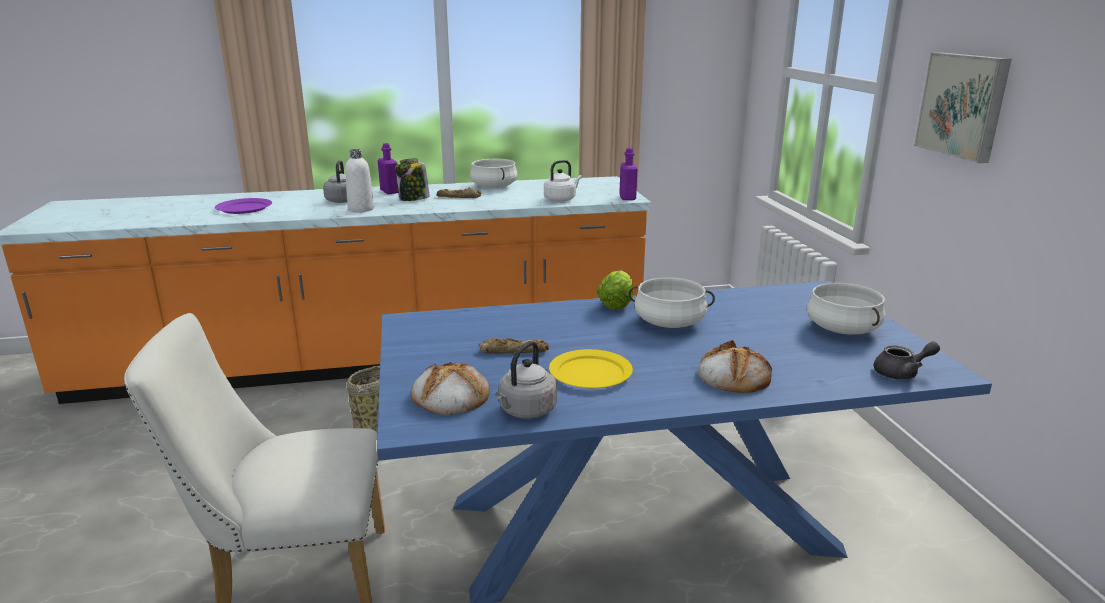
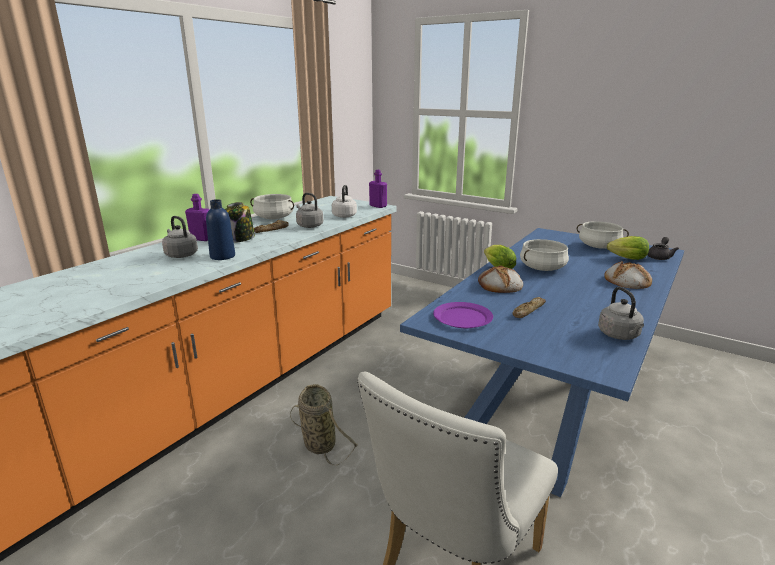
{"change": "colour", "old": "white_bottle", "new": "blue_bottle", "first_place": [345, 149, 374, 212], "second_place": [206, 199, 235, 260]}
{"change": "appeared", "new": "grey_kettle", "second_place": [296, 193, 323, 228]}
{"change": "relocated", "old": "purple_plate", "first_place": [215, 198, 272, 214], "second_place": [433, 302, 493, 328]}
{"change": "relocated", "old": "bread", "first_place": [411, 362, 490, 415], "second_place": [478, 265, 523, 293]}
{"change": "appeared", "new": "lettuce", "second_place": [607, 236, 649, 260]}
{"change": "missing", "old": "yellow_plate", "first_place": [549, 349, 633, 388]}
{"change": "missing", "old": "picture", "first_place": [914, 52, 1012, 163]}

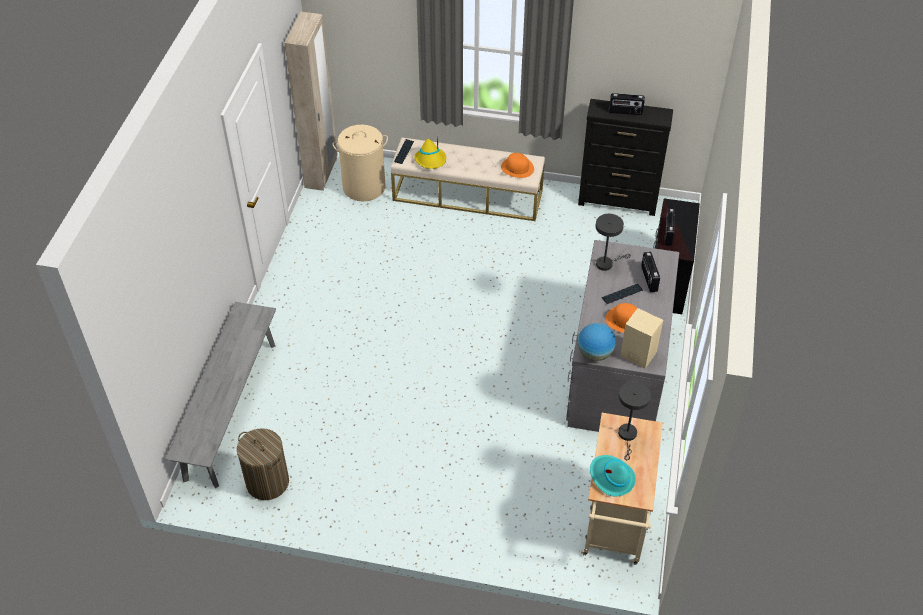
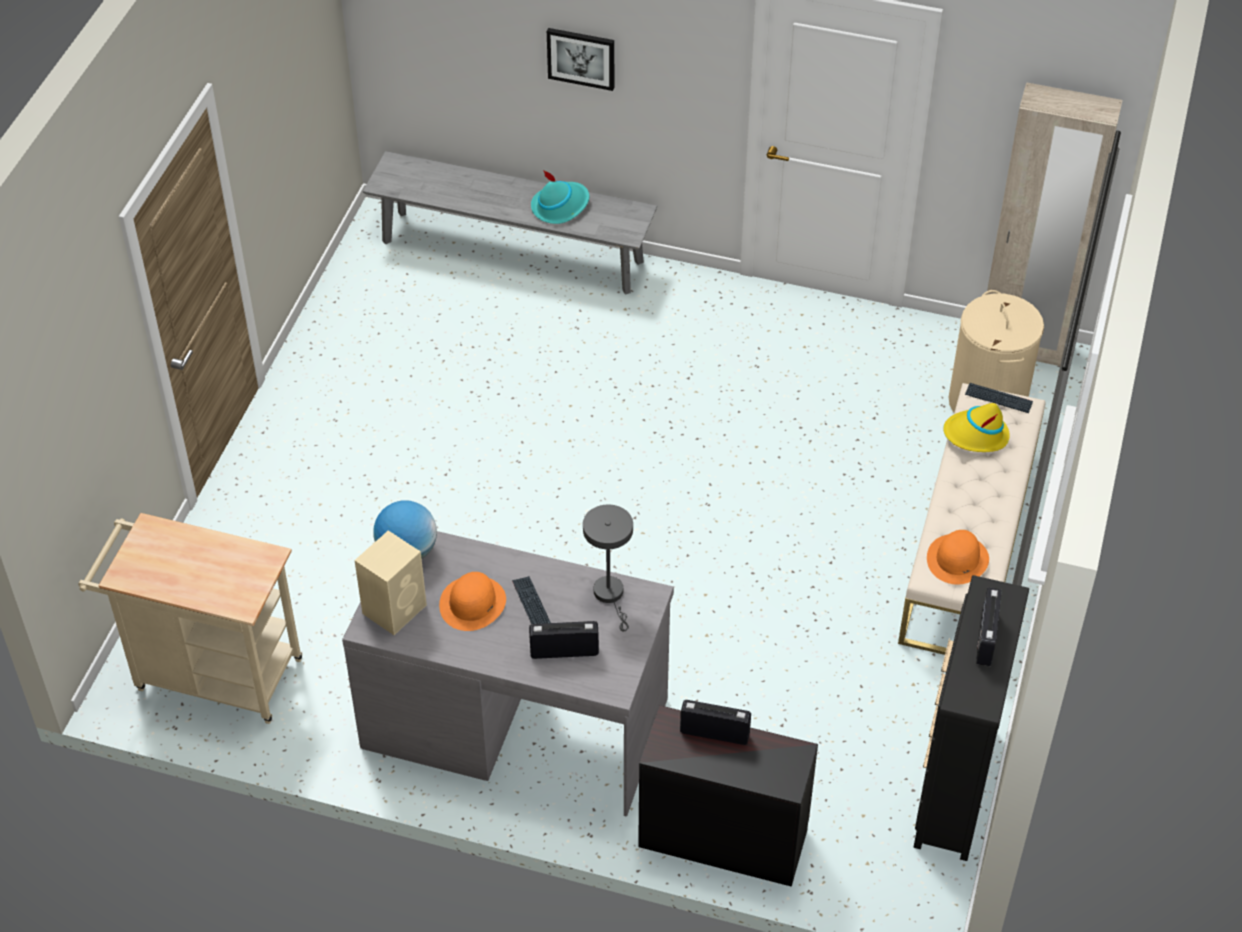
{"change": "relocated", "old": "turquoise_hat", "first_place": [590, 455, 636, 497], "second_place": [531, 170, 589, 224]}
{"change": "appeared", "new": "picture", "second_place": [547, 28, 614, 91]}
{"change": "missing", "old": "laundry_basket", "first_place": [237, 428, 289, 500]}
{"change": "missing", "old": "grey_table_lamp", "first_place": [618, 381, 651, 460]}

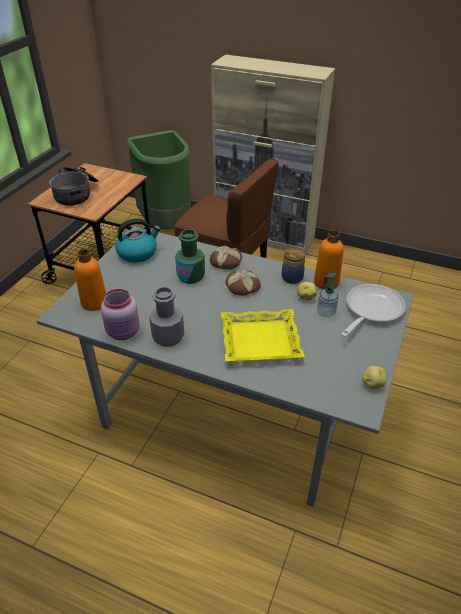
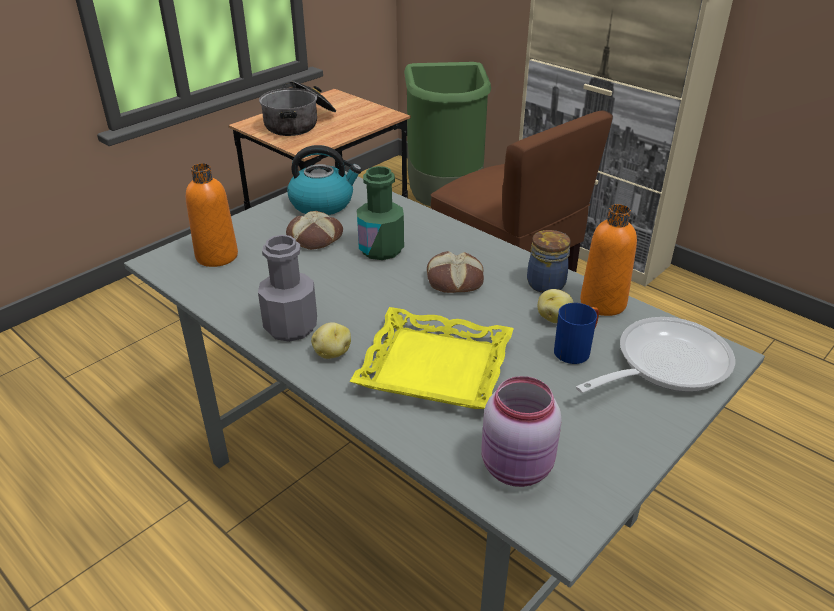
{"change": "relocated", "old": "bread", "first_place": [210, 246, 242, 270], "second_place": [286, 211, 343, 250]}
{"change": "relocated", "old": "potato", "first_place": [362, 366, 386, 389], "second_place": [311, 322, 351, 359]}
{"change": "relocated", "old": "pink_jar", "first_place": [101, 289, 140, 340], "second_place": [481, 376, 562, 487]}
{"change": "exchanged", "old": "soap_dispenser", "new": "blue_mug", "first_place": [317, 273, 339, 318], "second_place": [554, 303, 599, 364]}

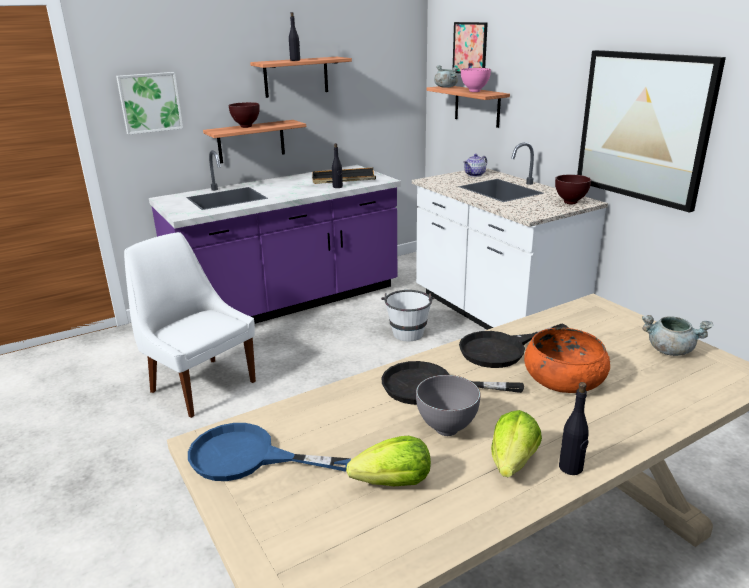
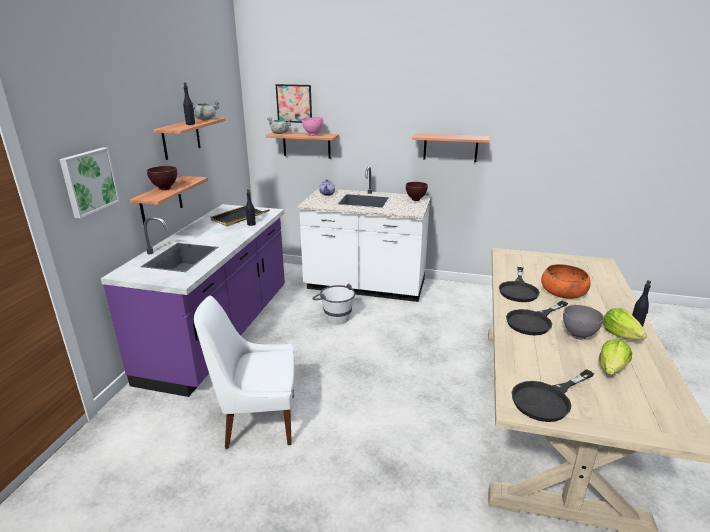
{"change": "relocated", "old": "grey_cooking_pot", "first_place": [642, 315, 714, 356], "second_place": [191, 100, 220, 120]}
{"change": "exchanged", "old": "picture", "new": "shelf", "first_place": [577, 50, 726, 213], "second_place": [412, 133, 489, 162]}
{"change": "colour", "old": "blue_frying_pan", "new": "black_frying_pan", "first_place": [188, 423, 351, 481], "second_place": [512, 369, 594, 422]}

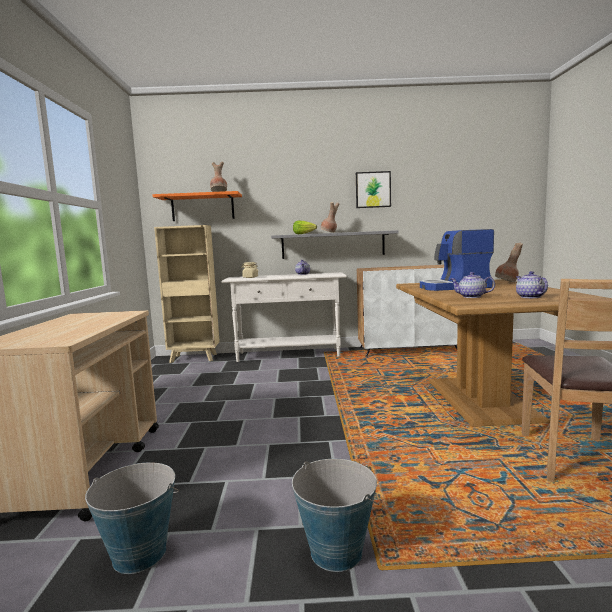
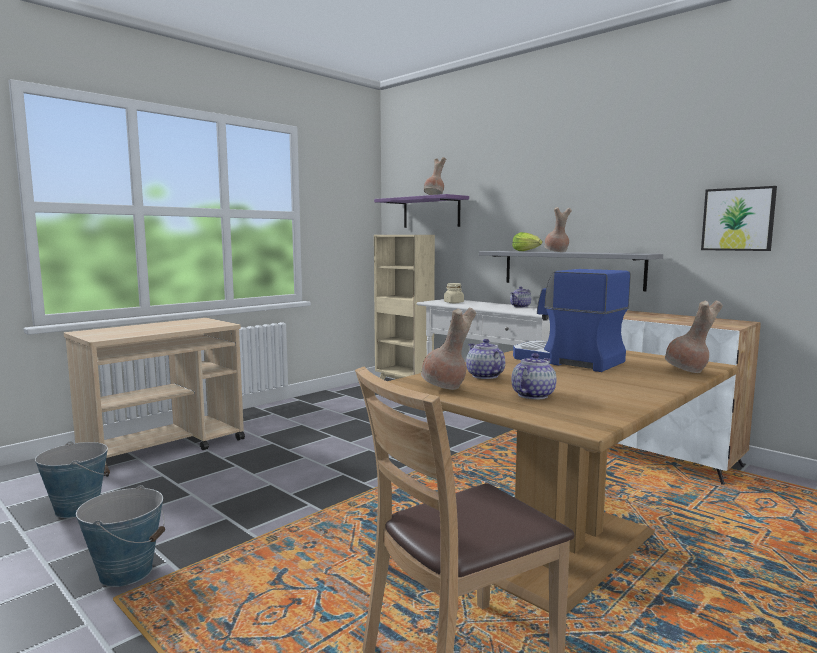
{"change": "colour", "old": "orange_shelf", "new": "purple_shelf", "first_place": [152, 191, 242, 221], "second_place": [374, 194, 469, 228]}
{"change": "appeared", "new": "brown_vase", "second_place": [421, 308, 476, 390]}
{"change": "relocated", "old": "picture", "first_place": [356, 171, 391, 208], "second_place": [701, 186, 777, 251]}

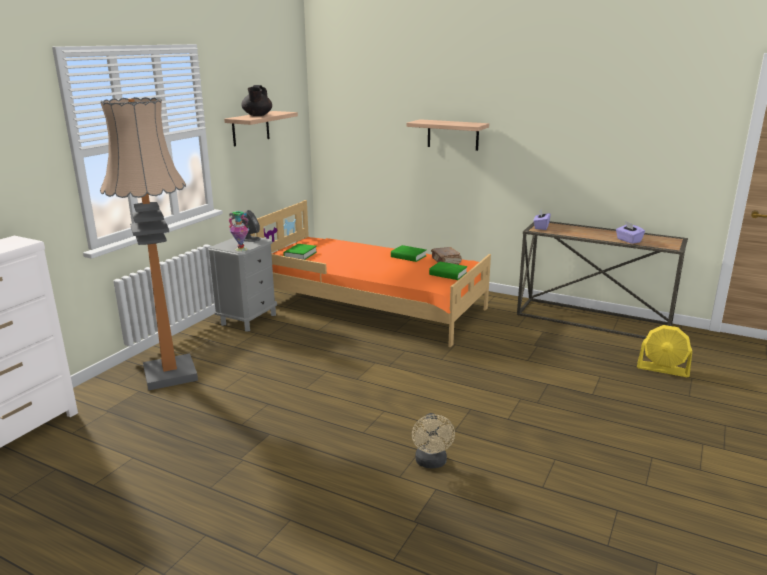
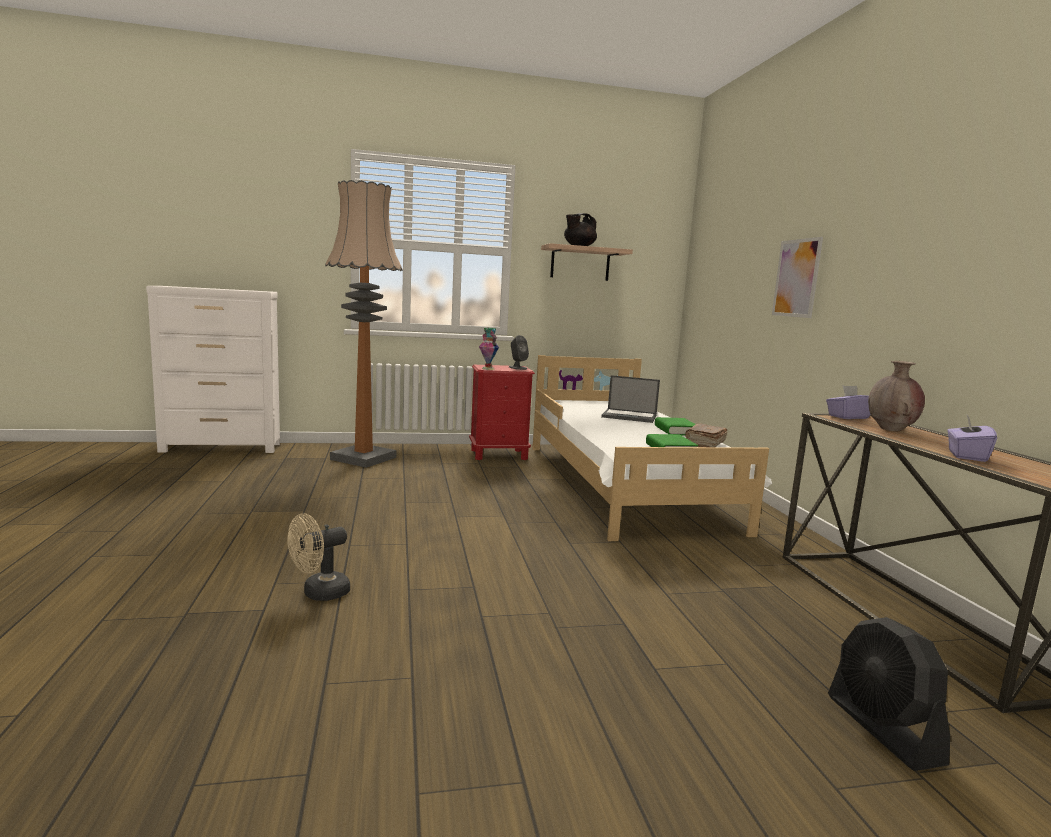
{"change": "colour", "old": "grey_nightstand", "new": "red_nightstand", "first_place": [208, 236, 277, 332], "second_place": [469, 365, 535, 460]}
{"change": "colour", "old": "orange_bed", "new": "white_bed", "first_place": [250, 200, 491, 347], "second_place": [532, 355, 772, 541]}
{"change": "appeared", "new": "laptop", "second_place": [601, 375, 660, 423]}
{"change": "exchanged", "old": "shelf", "new": "picture", "first_place": [406, 119, 489, 151], "second_place": [772, 237, 823, 318]}
{"change": "colour", "old": "yellow_fan", "new": "black_fan", "first_place": [637, 325, 692, 377], "second_place": [828, 617, 950, 771]}
{"change": "appeared", "new": "brown_vase", "second_place": [868, 361, 925, 431]}
{"change": "missing", "old": "green_book", "first_place": [284, 244, 317, 260]}

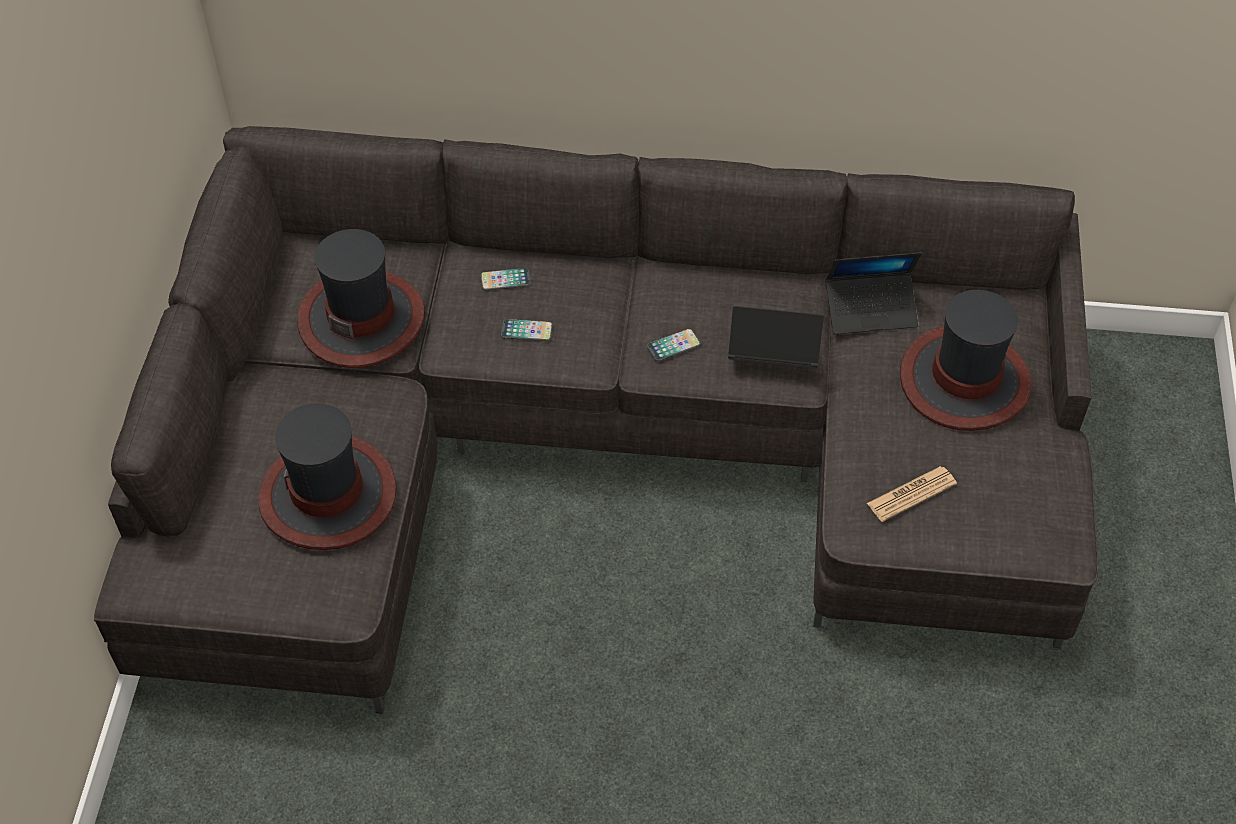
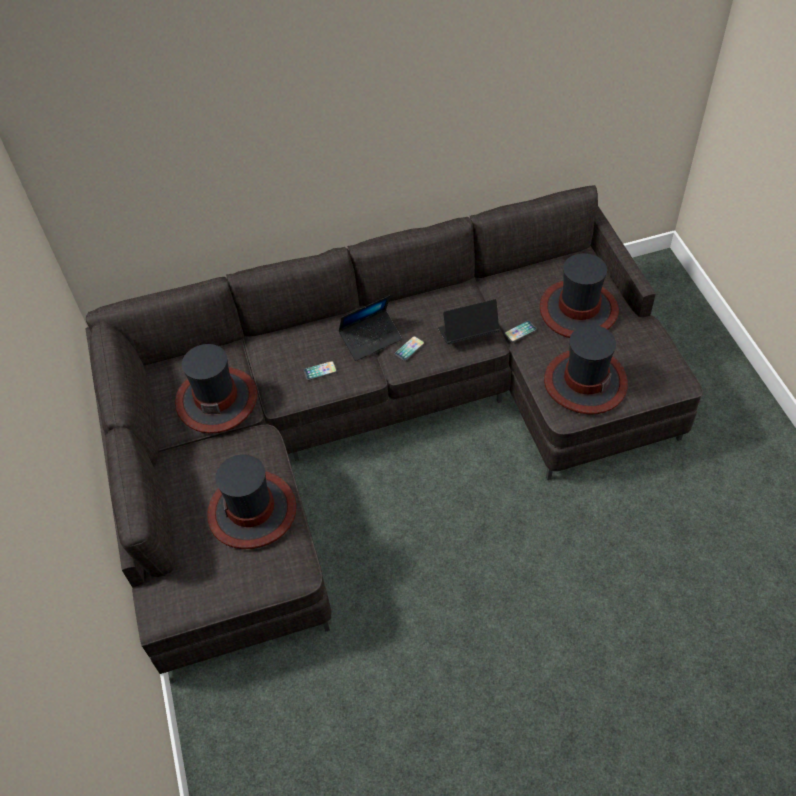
{"change": "relocated", "old": "laptop", "first_place": [826, 252, 922, 334], "second_place": [338, 295, 402, 361]}
{"change": "relocated", "old": "phone", "first_place": [480, 268, 531, 291], "second_place": [504, 321, 537, 342]}
{"change": "exchanged", "old": "newspaper", "new": "hat", "first_place": [867, 466, 957, 522], "second_place": [544, 325, 628, 414]}

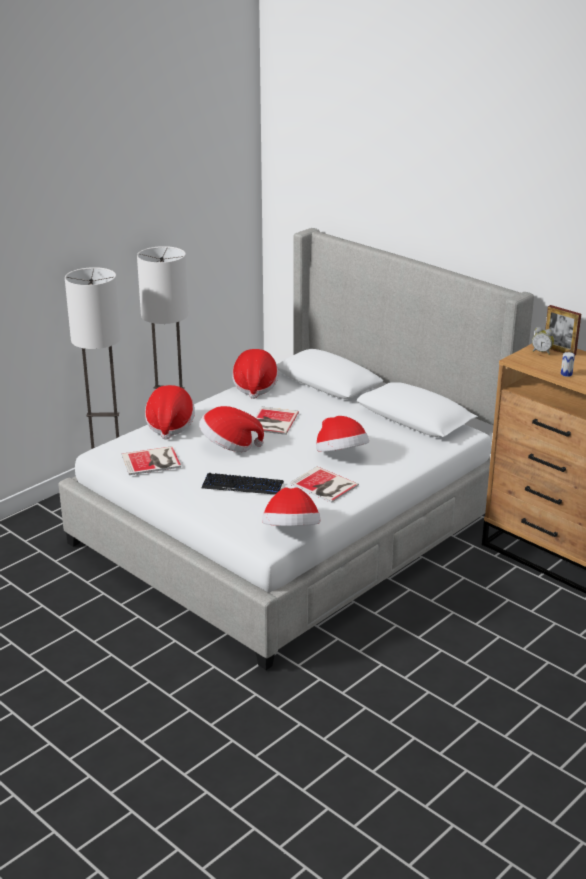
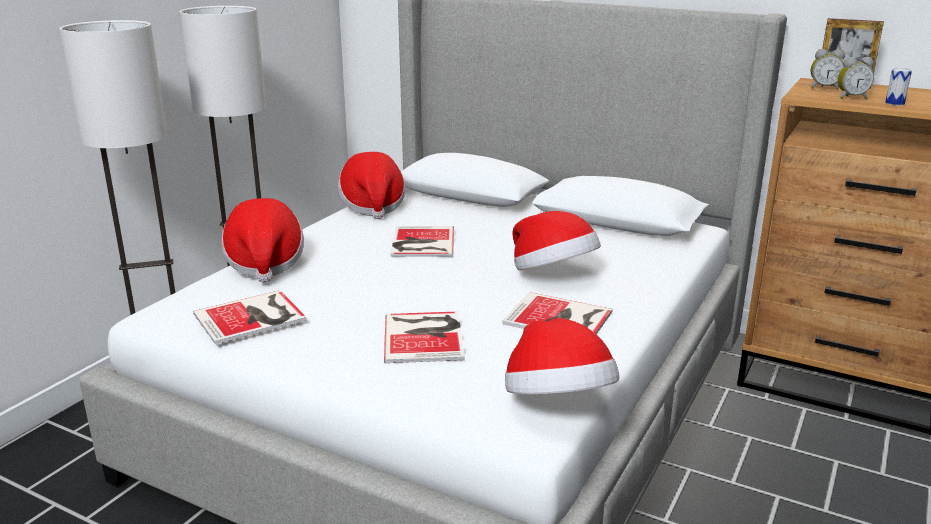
{"change": "exchanged", "old": "keyboard", "new": "book", "first_place": [202, 473, 284, 495], "second_place": [384, 312, 465, 363]}
{"change": "appeared", "new": "alarm_clock", "second_place": [837, 57, 874, 99]}
{"change": "missing", "old": "hat", "first_place": [199, 406, 264, 452]}

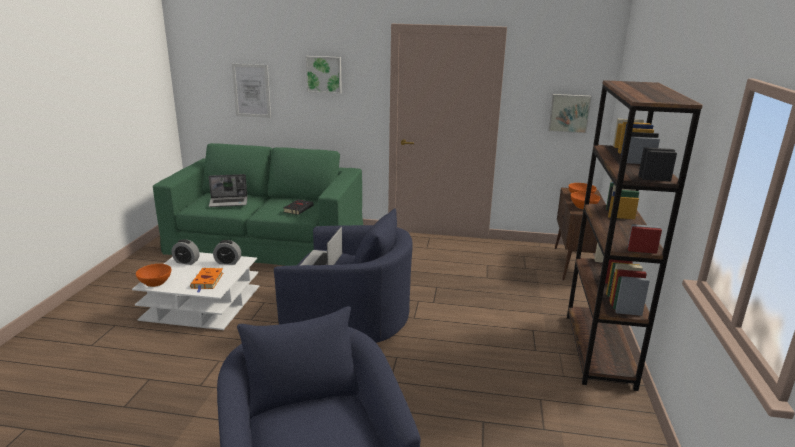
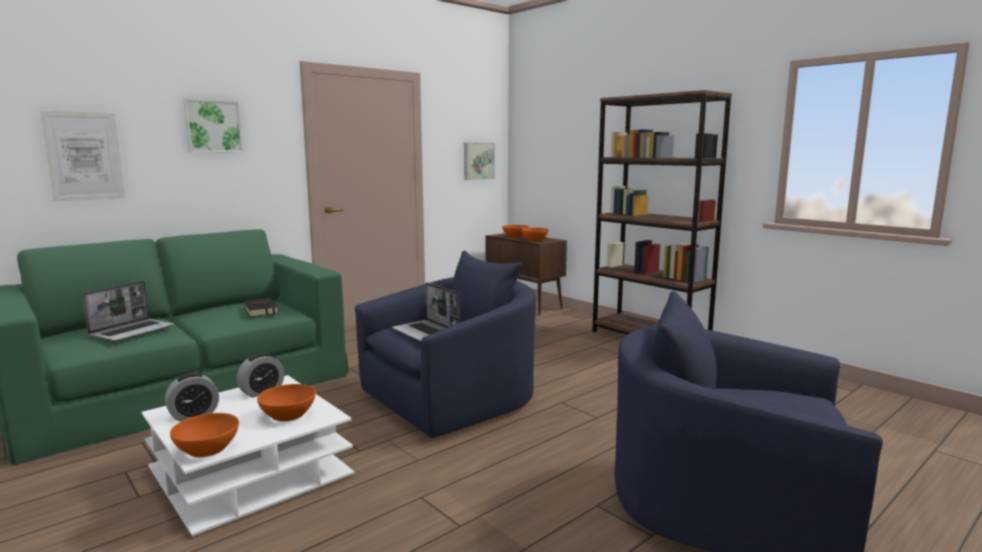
{"change": "exchanged", "old": "orange_book", "new": "orange_bowl", "first_place": [190, 268, 223, 293], "second_place": [257, 384, 316, 421]}

